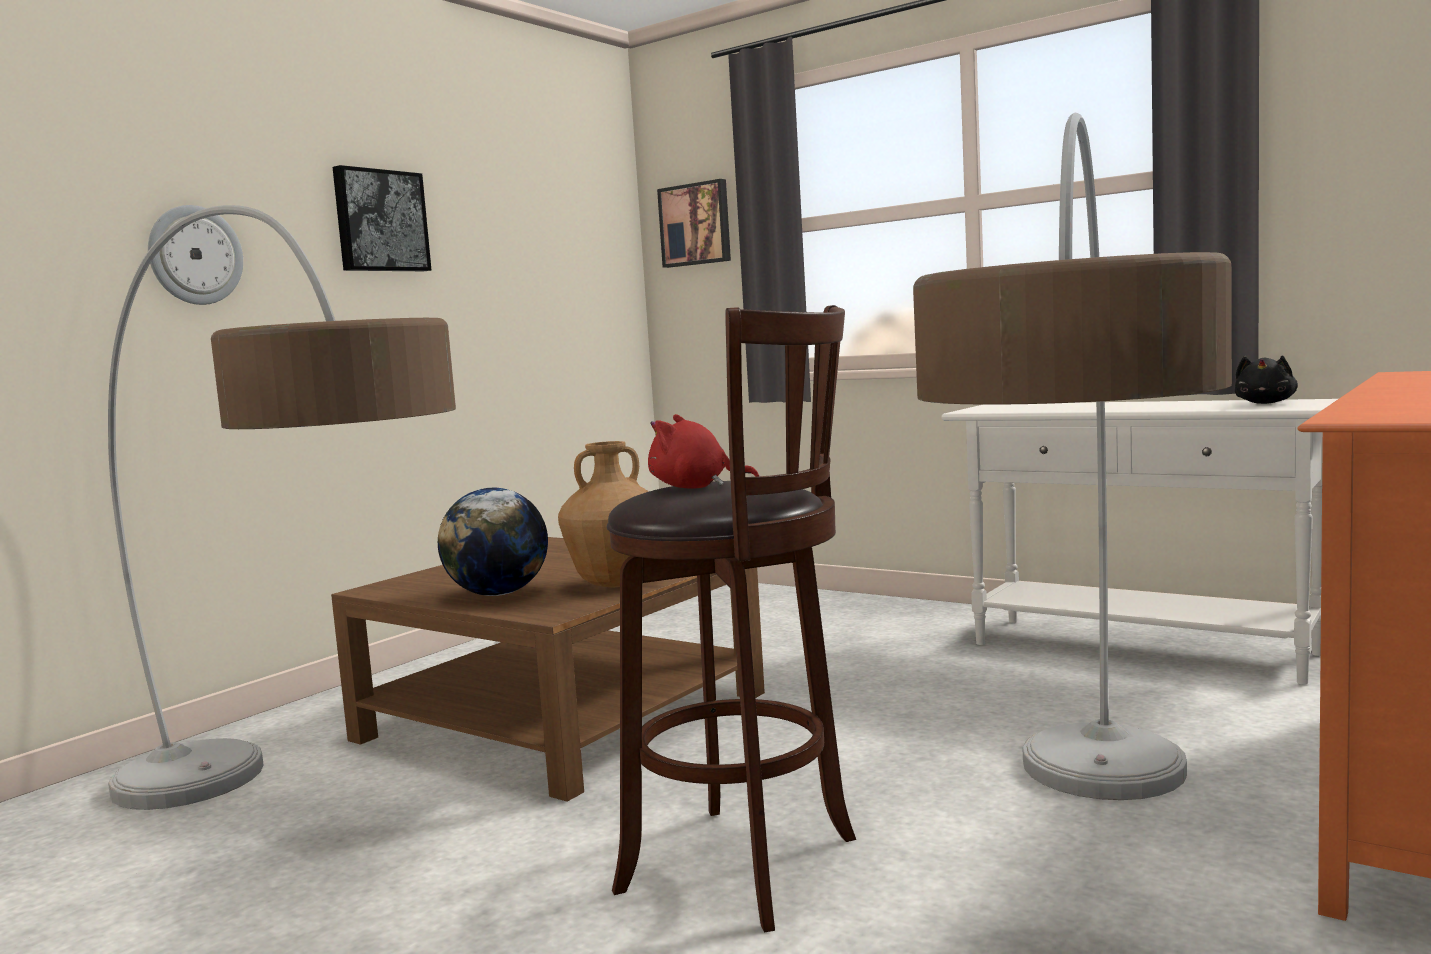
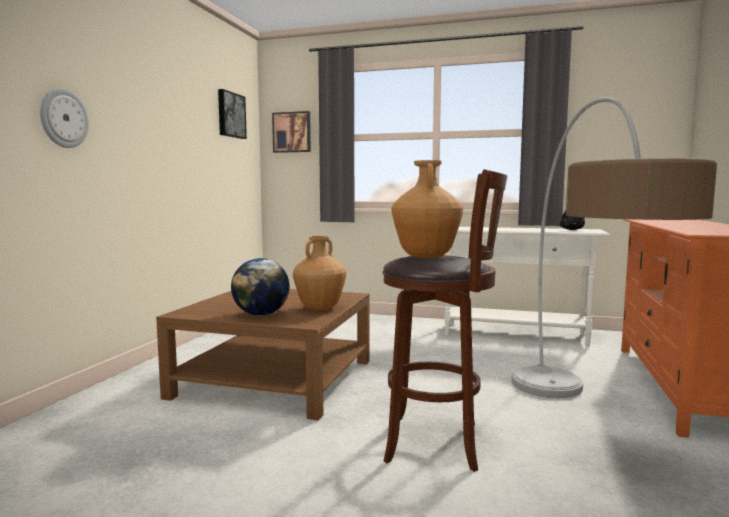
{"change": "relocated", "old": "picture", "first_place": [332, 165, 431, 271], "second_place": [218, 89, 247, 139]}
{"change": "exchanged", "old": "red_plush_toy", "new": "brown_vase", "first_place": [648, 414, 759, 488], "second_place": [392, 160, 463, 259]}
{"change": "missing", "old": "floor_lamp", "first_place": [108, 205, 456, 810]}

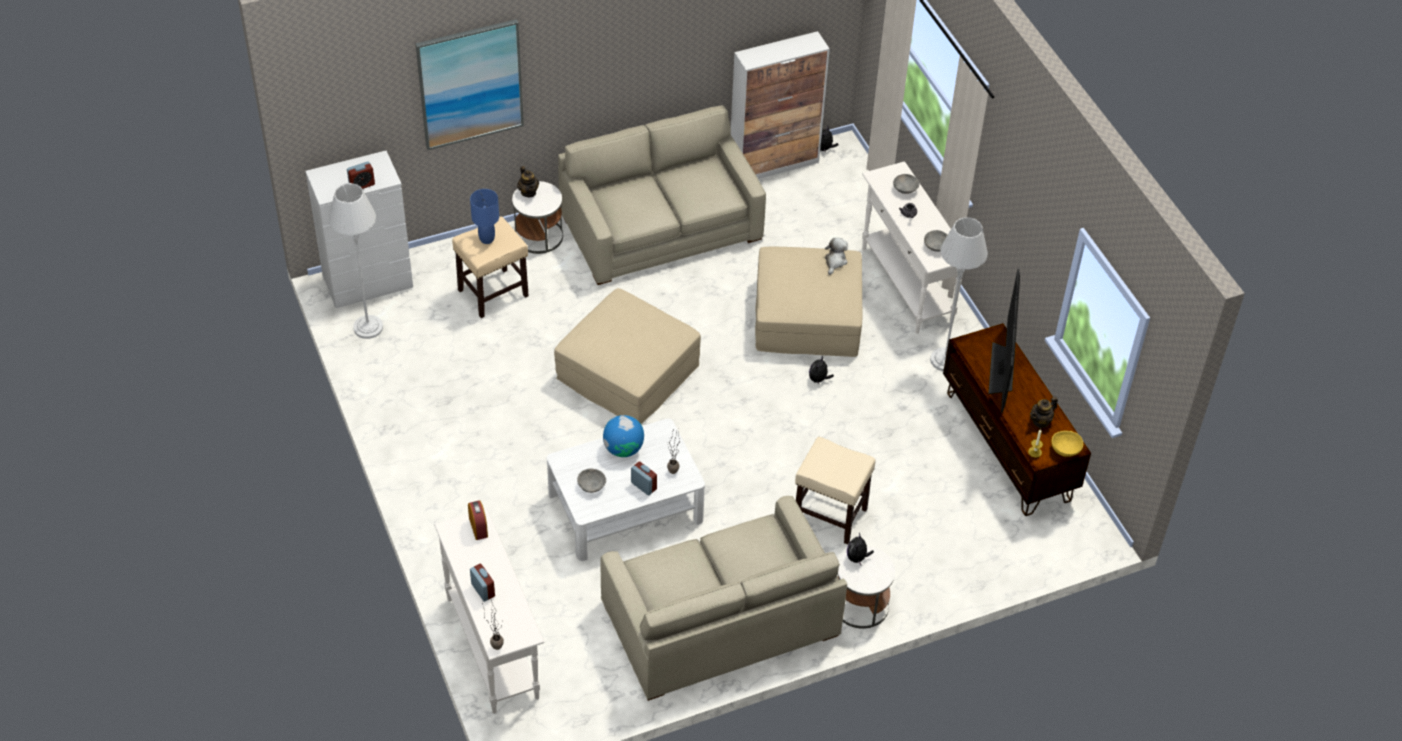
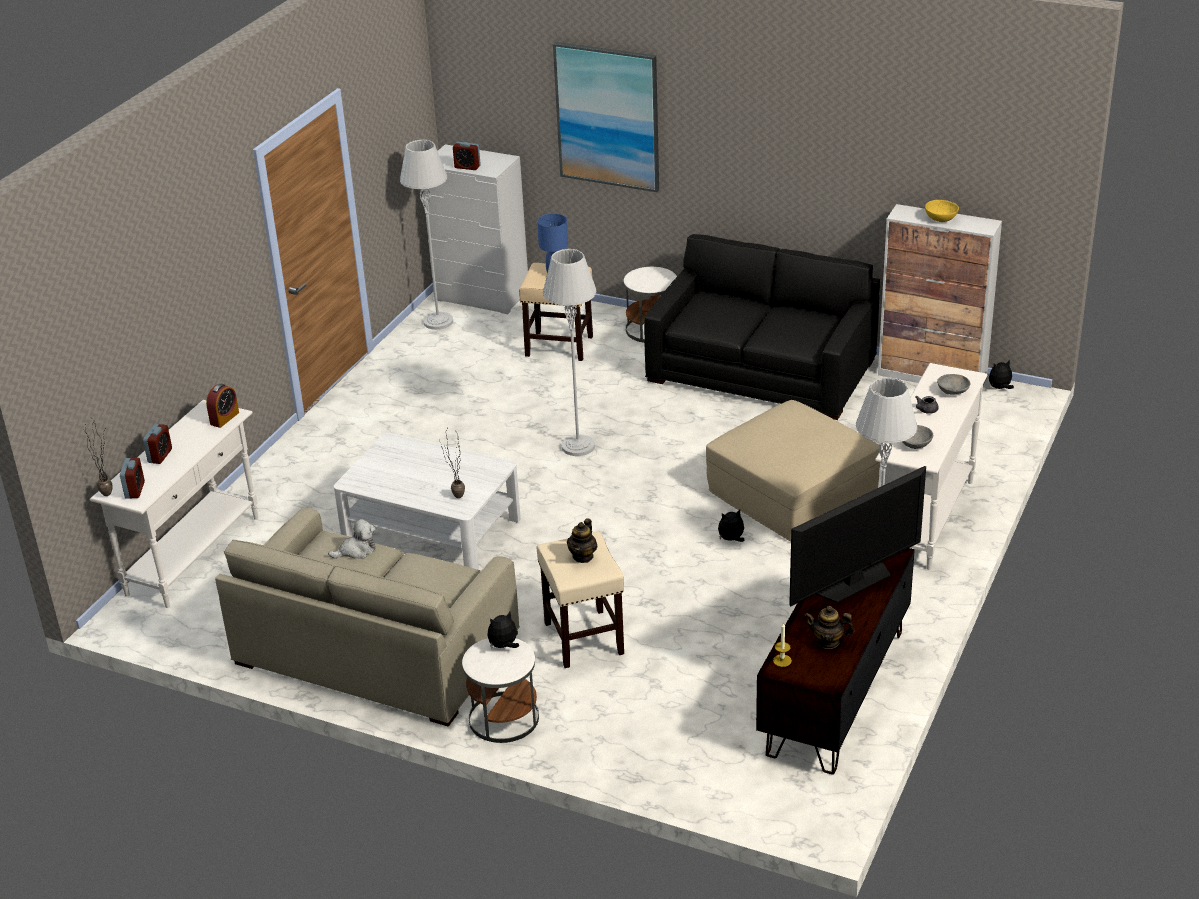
{"change": "relocated", "old": "alarm_clock", "first_place": [631, 461, 657, 496], "second_place": [120, 458, 145, 499]}
{"change": "relocated", "old": "plush_toy", "first_place": [825, 238, 848, 275], "second_place": [328, 519, 376, 559]}
{"change": "exchanged", "old": "beige_ottoman", "new": "grey_floor_lamp", "first_place": [554, 288, 701, 424], "second_place": [543, 249, 597, 456]}
{"change": "relocated", "old": "teapot", "first_place": [517, 166, 539, 197], "second_place": [567, 518, 597, 563]}
{"change": "colour", "old": "beige_sofa", "new": "black_sofa", "first_place": [558, 105, 766, 285], "second_place": [644, 234, 880, 420]}
{"change": "relocated", "old": "yellow_bowl", "first_place": [1052, 431, 1083, 457], "second_place": [925, 200, 959, 222]}
{"change": "missing", "old": "grey_bowl", "first_place": [577, 468, 606, 493]}
{"change": "missing", "old": "globe", "first_place": [603, 415, 644, 457]}

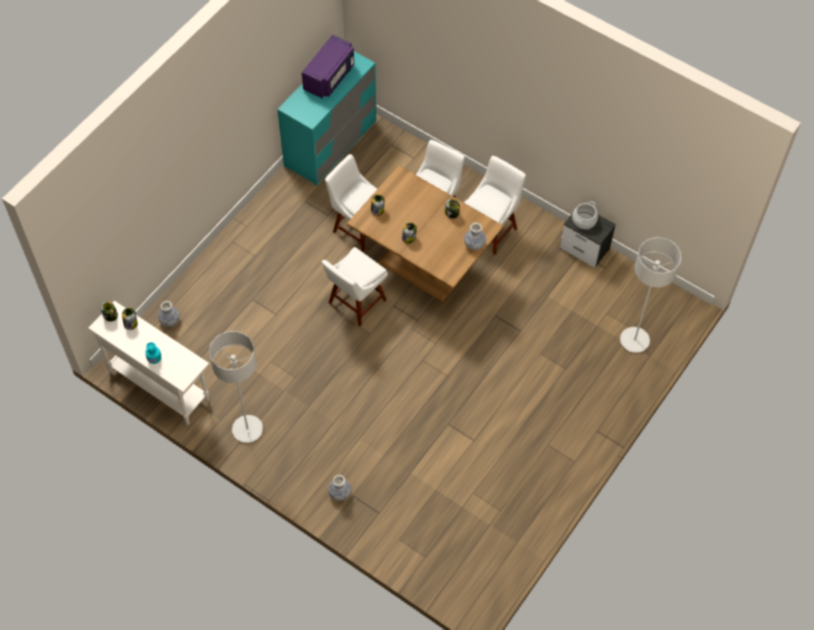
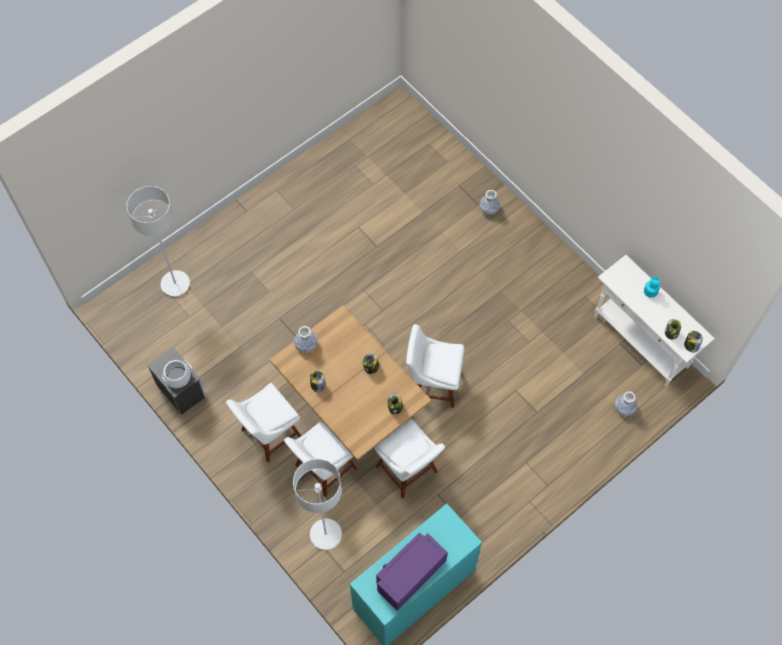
{"change": "relocated", "old": "grey_floor_lamp", "first_place": [209, 331, 263, 443], "second_place": [293, 459, 342, 550]}
{"change": "spun", "old": "white_chair", "first_place": [322, 247, 388, 326], "second_place": [406, 324, 465, 408], "degrees": -135}

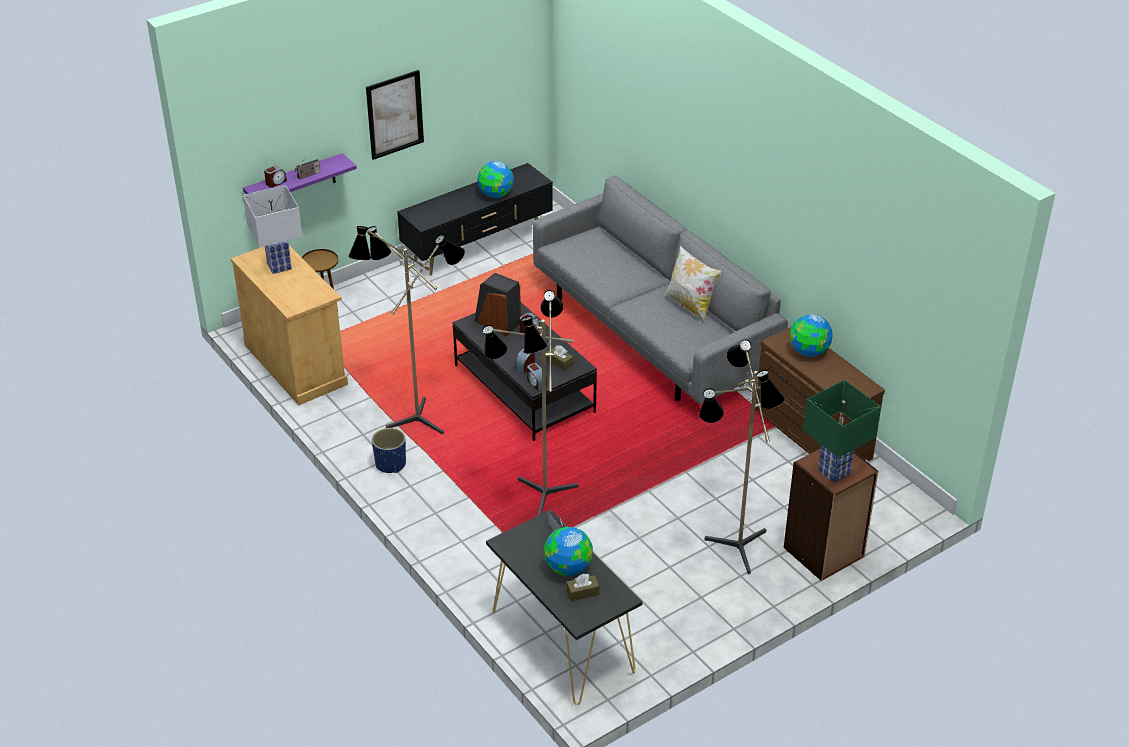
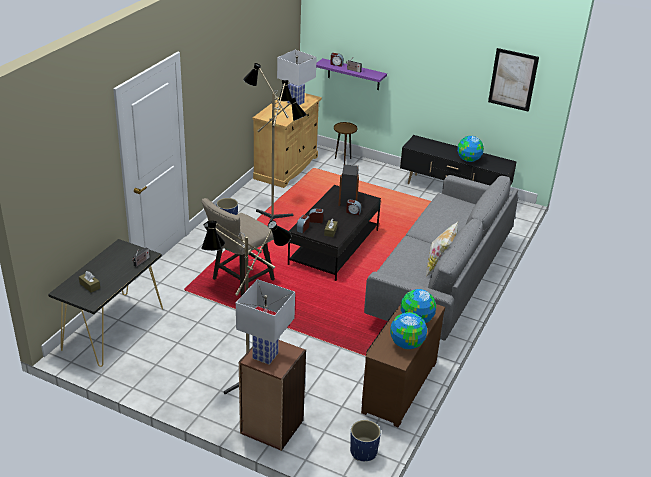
{"change": "exchanged", "old": "floor_lamp", "new": "beige_stool", "first_place": [482, 290, 578, 515], "second_place": [201, 198, 275, 296]}
{"change": "colour", "old": "green_table_lamp", "new": "white_table_lamp", "first_place": [803, 380, 881, 482], "second_place": [236, 279, 295, 365]}
{"change": "appeared", "new": "blue_planter", "second_place": [350, 420, 381, 461]}
{"change": "relocated", "old": "globe", "first_place": [544, 527, 593, 576], "second_place": [390, 312, 427, 349]}
{"change": "relocated", "old": "picture", "first_place": [366, 70, 424, 160], "second_place": [488, 48, 539, 112]}

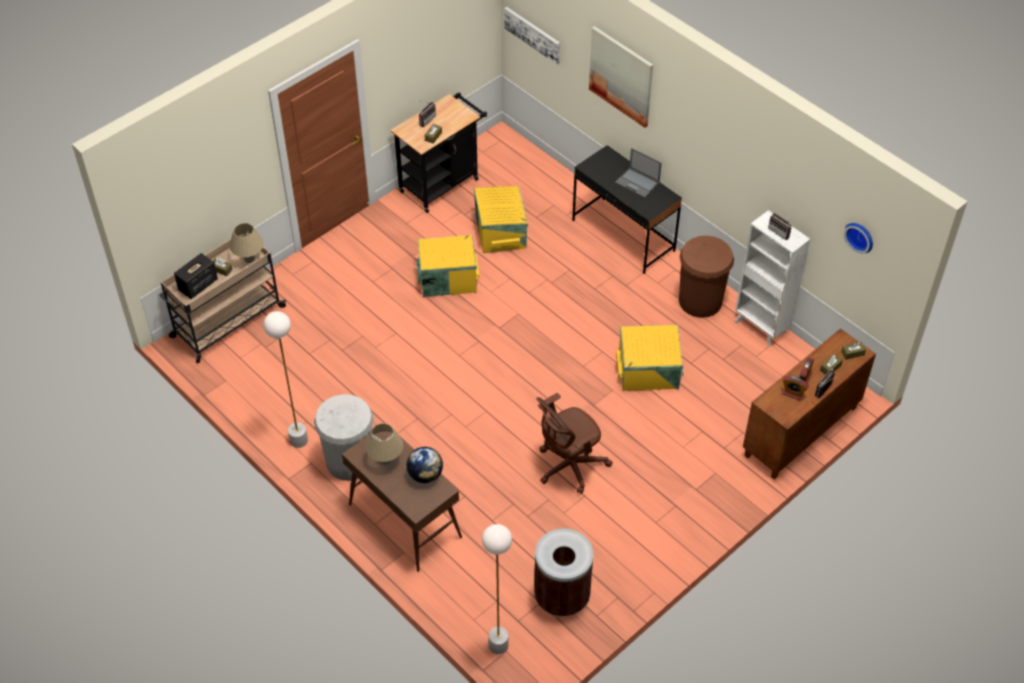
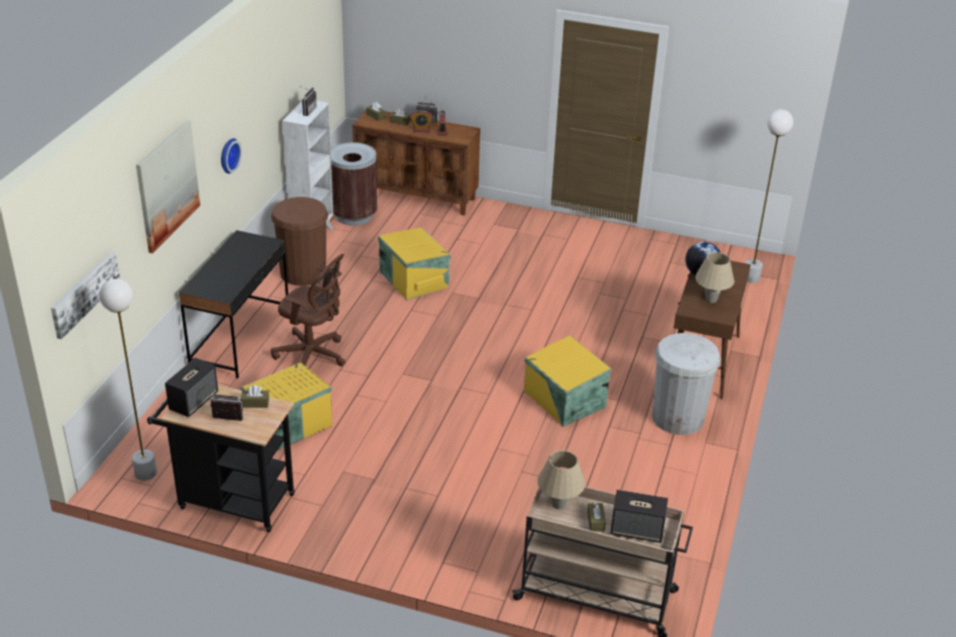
{"change": "relocated", "old": "white_floor_lamp", "first_place": [263, 311, 308, 448], "second_place": [99, 279, 157, 481]}
{"change": "appeared", "new": "speaker", "second_place": [165, 358, 218, 417]}
{"change": "relocated", "old": "wall_clock", "first_place": [844, 223, 873, 253], "second_place": [221, 138, 242, 174]}
{"change": "relocated", "old": "brown_office_chair", "first_place": [536, 393, 613, 494], "second_place": [271, 254, 346, 366]}
{"change": "relocated", "old": "brown_trash_can", "first_place": [534, 529, 593, 617], "second_place": [331, 142, 377, 225]}
{"change": "relocated", "old": "yellow_storage_box", "first_place": [416, 235, 479, 298], "second_place": [524, 335, 612, 427]}
{"change": "missing", "old": "laptop", "first_place": [615, 148, 662, 198]}

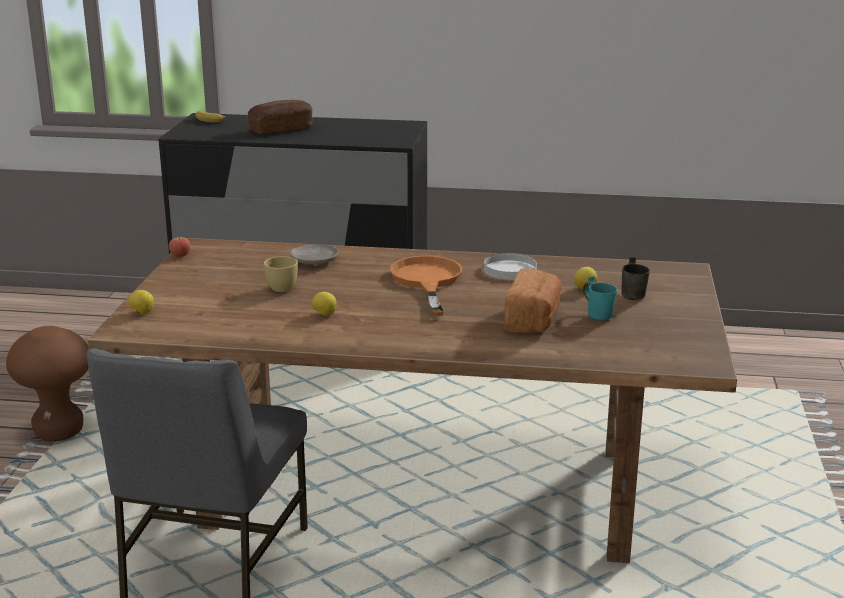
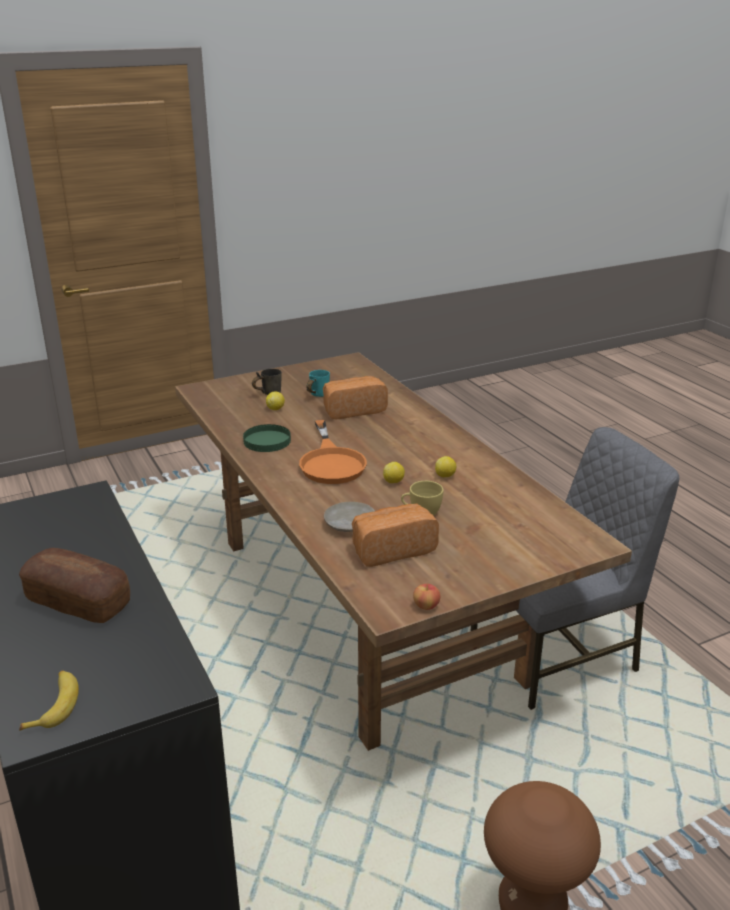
{"change": "colour", "old": "white_plate", "new": "green_plate", "first_place": [484, 253, 537, 280], "second_place": [243, 424, 291, 452]}
{"change": "spun", "old": "orange_frying_pan", "first_place": [390, 256, 462, 316], "second_place": [299, 420, 367, 484], "degrees": -60}
{"change": "appeared", "new": "bread", "second_place": [352, 504, 439, 567]}
{"change": "relocated", "old": "lemon", "first_place": [128, 290, 154, 314], "second_place": [383, 462, 405, 483]}

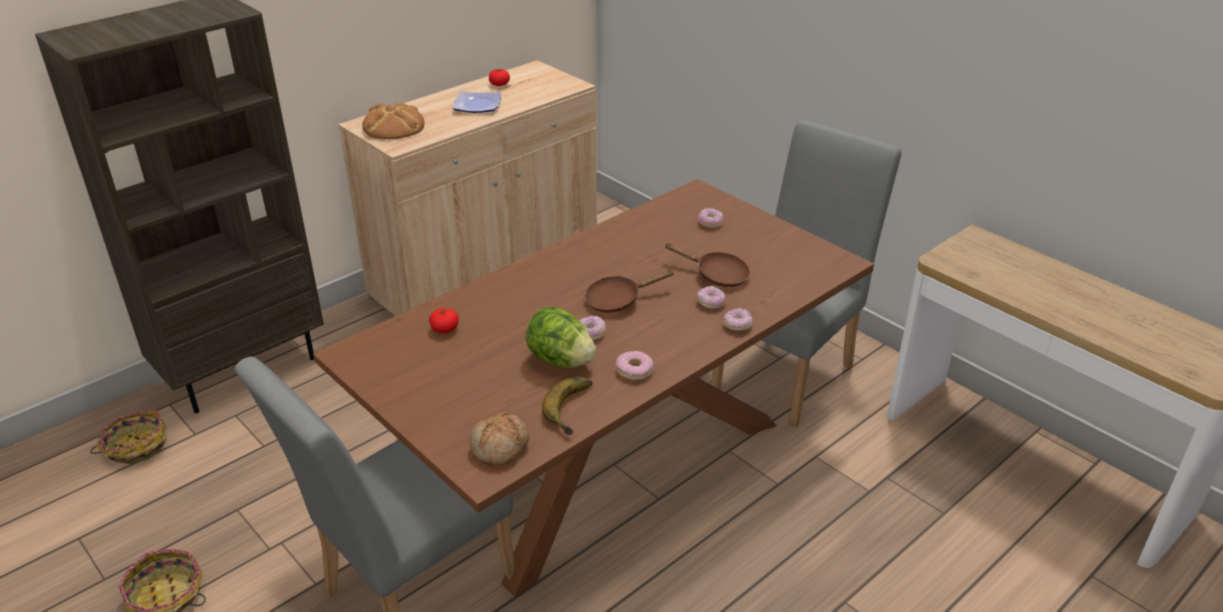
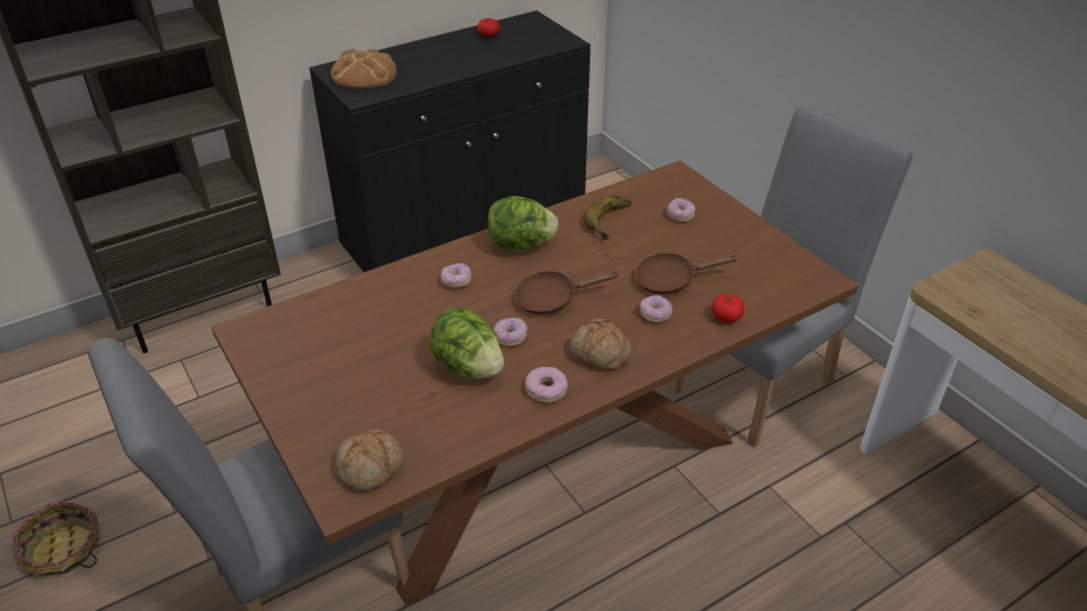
{"change": "colour", "old": "beige_cabinet", "new": "black_cabinet", "first_place": [338, 60, 597, 316], "second_place": [309, 11, 590, 272]}
{"change": "relocated", "old": "donut", "first_place": [723, 308, 753, 331], "second_place": [441, 263, 472, 288]}
{"change": "appeared", "new": "lettuce", "second_place": [488, 196, 558, 250]}
{"change": "appeared", "new": "bread", "second_place": [570, 319, 632, 370]}
{"change": "relocated", "old": "banana", "first_place": [542, 377, 592, 435], "second_place": [585, 196, 631, 240]}
{"change": "spun", "old": "brown_frying_pan", "first_place": [664, 243, 750, 287], "second_place": [635, 253, 737, 294], "degrees": 135}
{"change": "relocated", "old": "tomato", "first_place": [429, 308, 459, 333], "second_place": [712, 294, 744, 323]}
{"change": "missing", "old": "basket", "first_place": [90, 409, 166, 464]}
{"change": "missing", "old": "plate", "first_place": [453, 91, 501, 113]}

